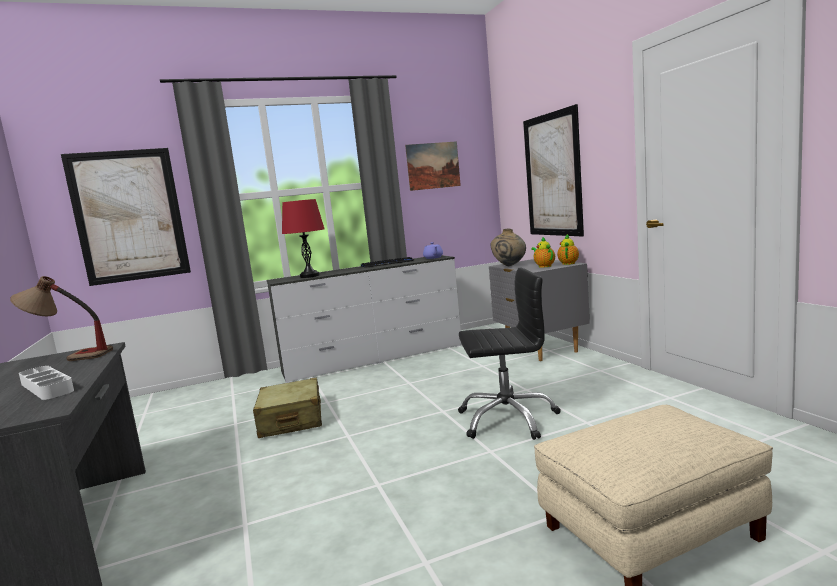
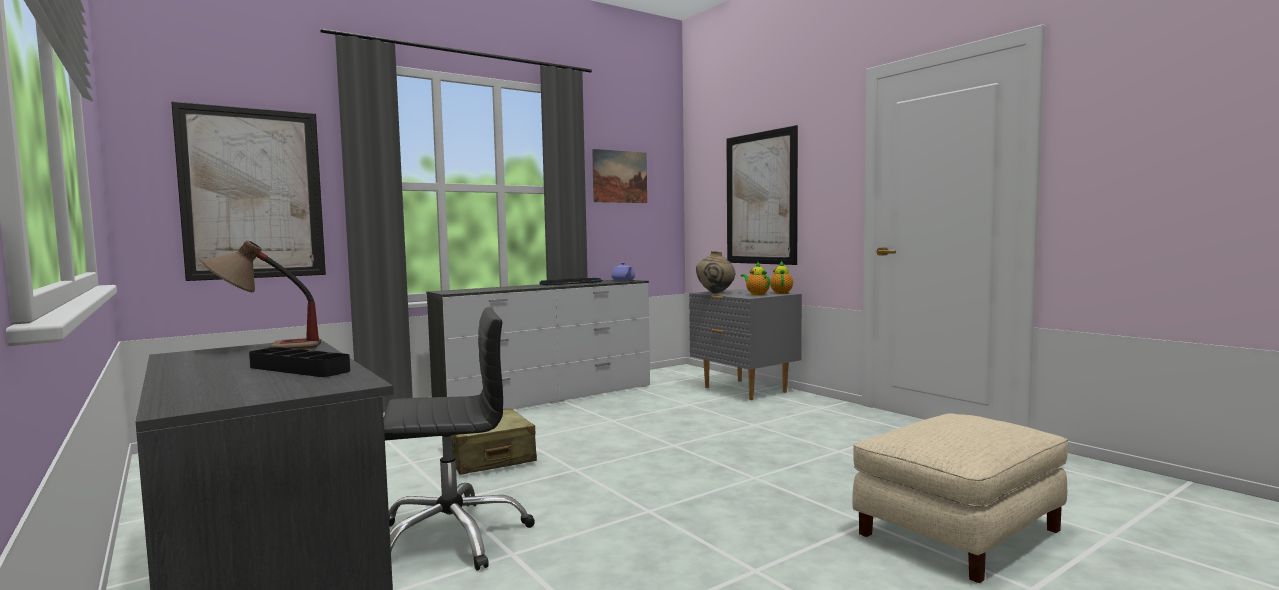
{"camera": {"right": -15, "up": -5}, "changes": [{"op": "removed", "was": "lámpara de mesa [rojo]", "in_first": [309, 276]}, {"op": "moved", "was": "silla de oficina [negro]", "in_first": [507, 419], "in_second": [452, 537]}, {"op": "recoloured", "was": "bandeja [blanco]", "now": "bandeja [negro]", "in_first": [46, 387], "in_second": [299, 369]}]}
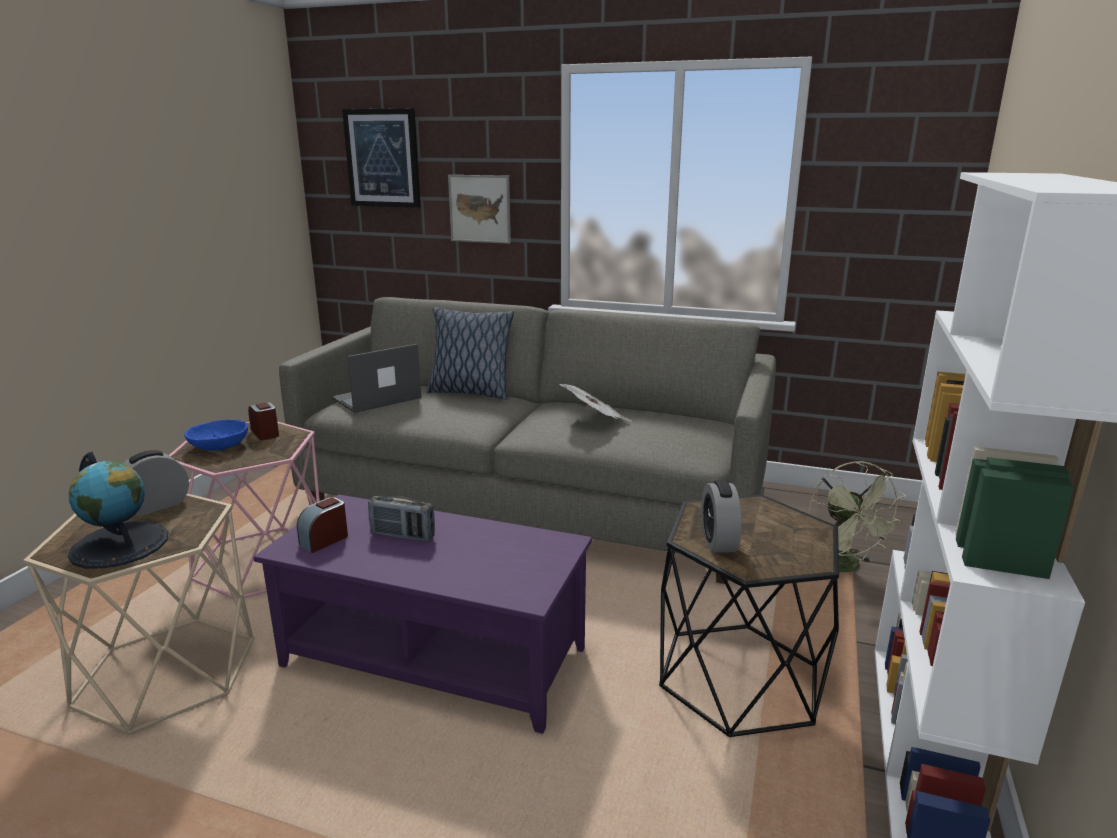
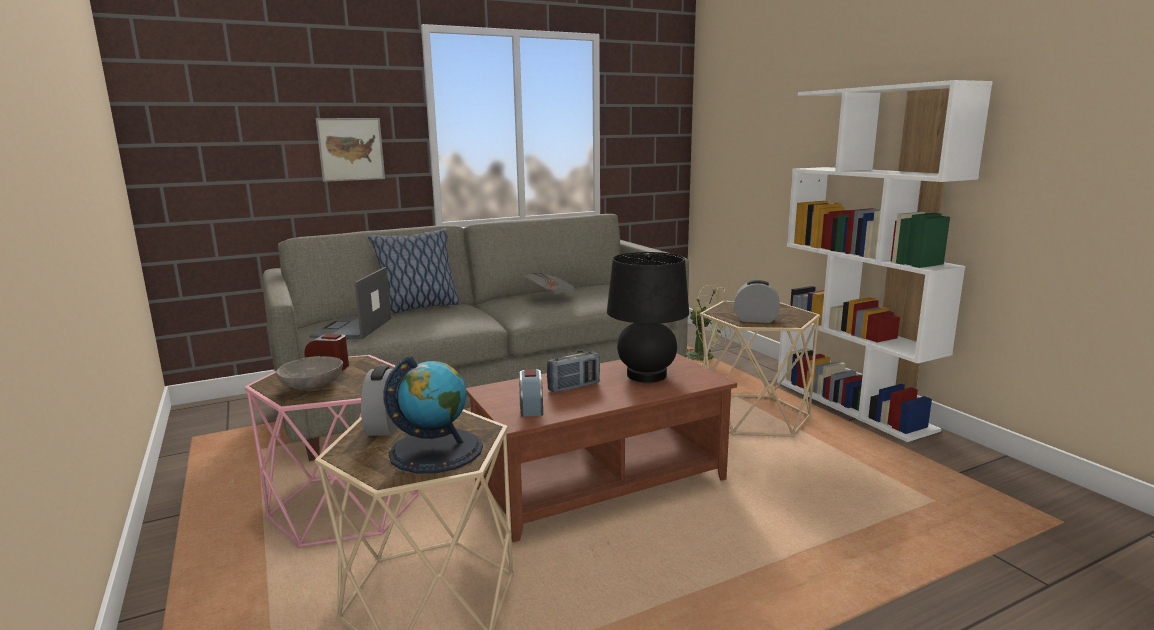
{"camera": {"right": -45, "up": -5}, "changes": [{"op": "removed", "was": "cuadro", "in_first": [382, 158]}, {"op": "added", "now": "lámpara de mesa [negro]", "in_second": [646, 375]}, {"op": "recoloured", "was": "cuenco [azul]", "now": "cuenco [gris]", "in_first": [220, 446], "in_second": [312, 385]}, {"op": "recoloured", "was": "mesa de centro [morado]", "now": "mesa de centro [marrón]", "in_first": [436, 656], "in_second": [601, 483]}, {"op": "recoloured", "was": "mesa auxiliar [negro]", "now": "mesa auxiliar [beis]", "in_first": [738, 678], "in_second": [752, 416]}, {"op": "turned", "was": "despertador", "in_first": [718, 541], "in_second": [755, 320], "clockwise": 150}]}
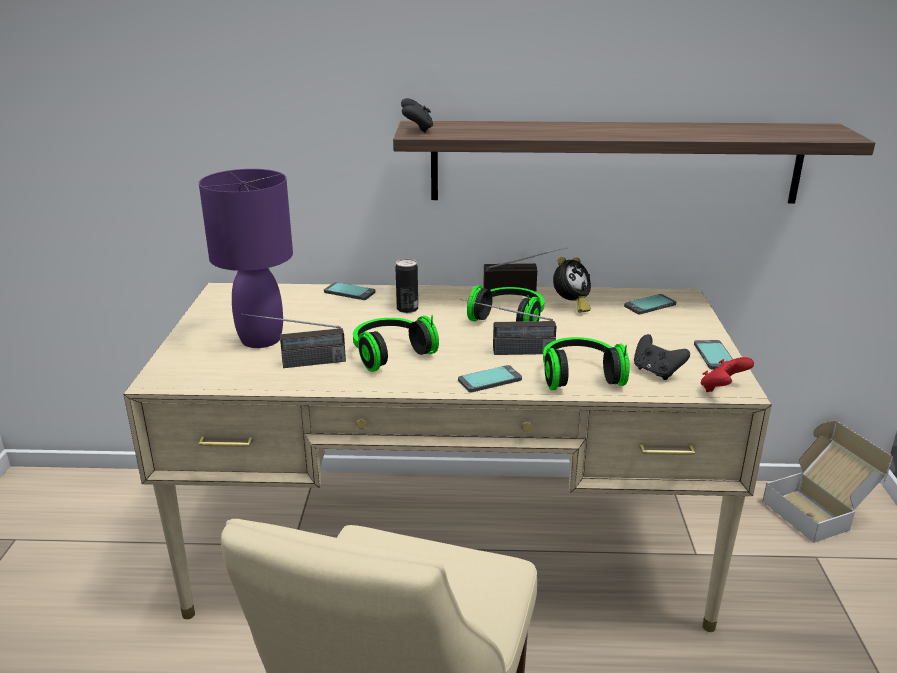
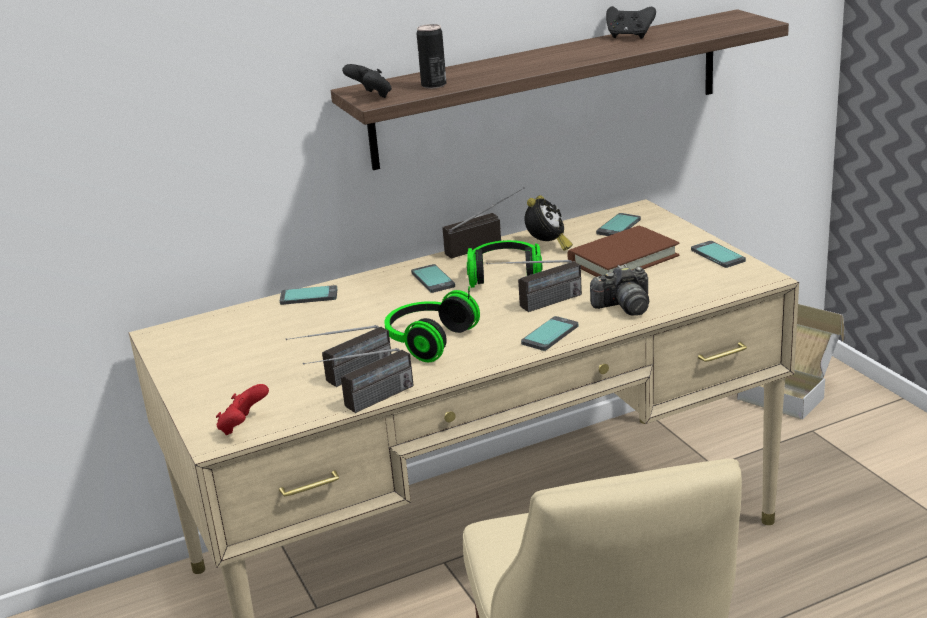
{"camera": {"right": -25, "up": 0}, "changes": [{"op": "removed", "was": "lámpara de mesa [morado]", "in_first": [261, 339]}, {"op": "added", "now": "radio", "in_second": [364, 404]}, {"op": "added", "now": "móvil", "in_second": [433, 279]}, {"op": "added", "now": "libro [marrón]", "in_second": [623, 259]}, {"op": "moved", "was": "lata", "in_first": [407, 309], "in_second": [434, 85]}, {"op": "moved", "was": "mando de consola [negro]", "in_first": [656, 372], "in_second": [629, 36]}, {"op": "moved", "was": "mando de consola [rojo]", "in_first": [722, 389], "in_second": [243, 426]}, {"op": "replaced", "was": "auriculares", "now": "cámara", "in_first": [579, 376], "in_second": [624, 306]}]}
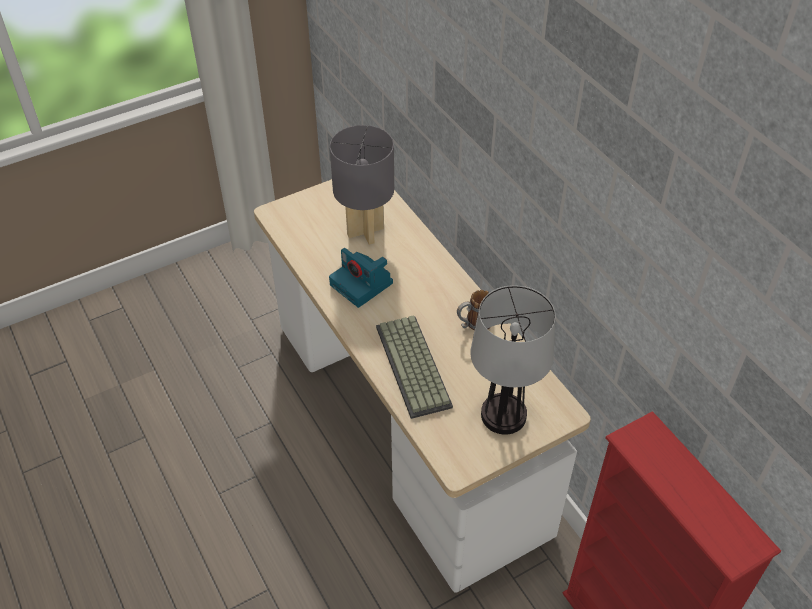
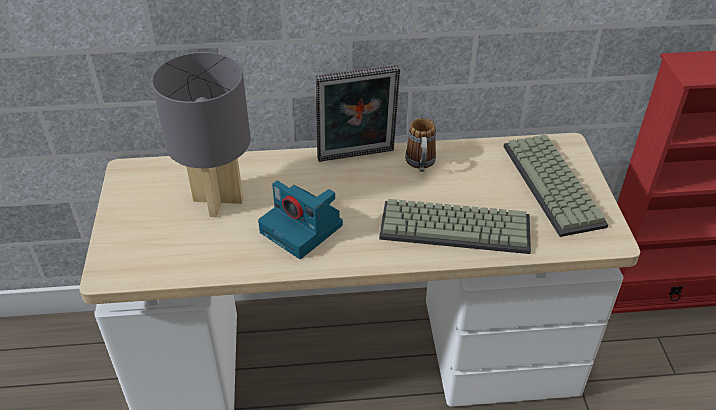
{"camera": {"right": -65, "up": -5}, "changes": [{"op": "added", "now": "portarretratos", "in_second": [356, 157]}, {"op": "replaced", "was": "lámpara de mesa", "now": "teclado", "in_first": [503, 416], "in_second": [555, 185]}, {"op": "turned", "was": "cámara", "in_first": [362, 284], "in_second": [303, 229], "clockwise": 60}]}
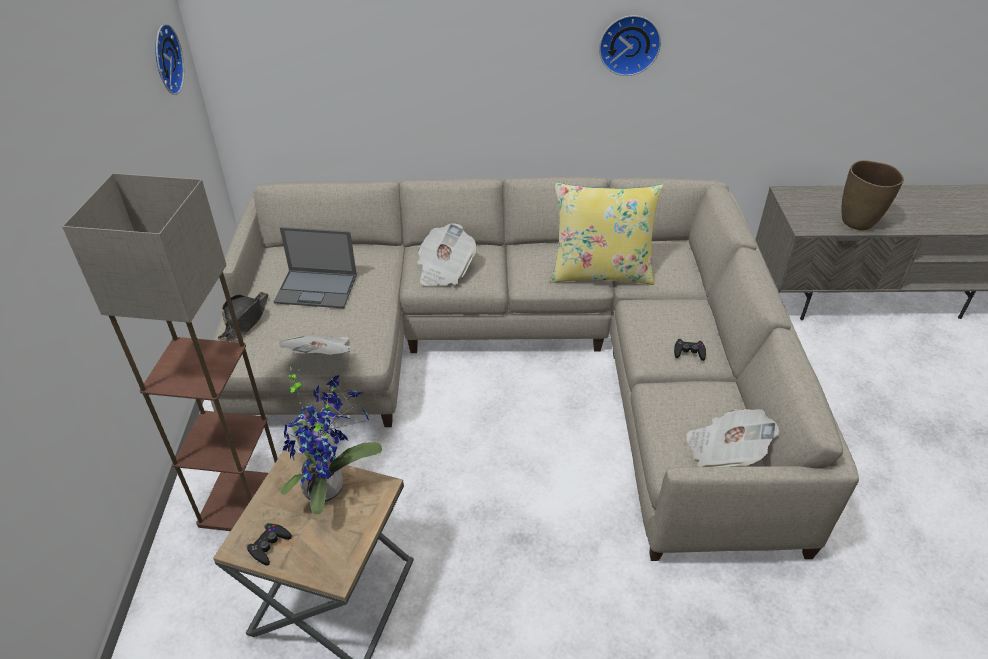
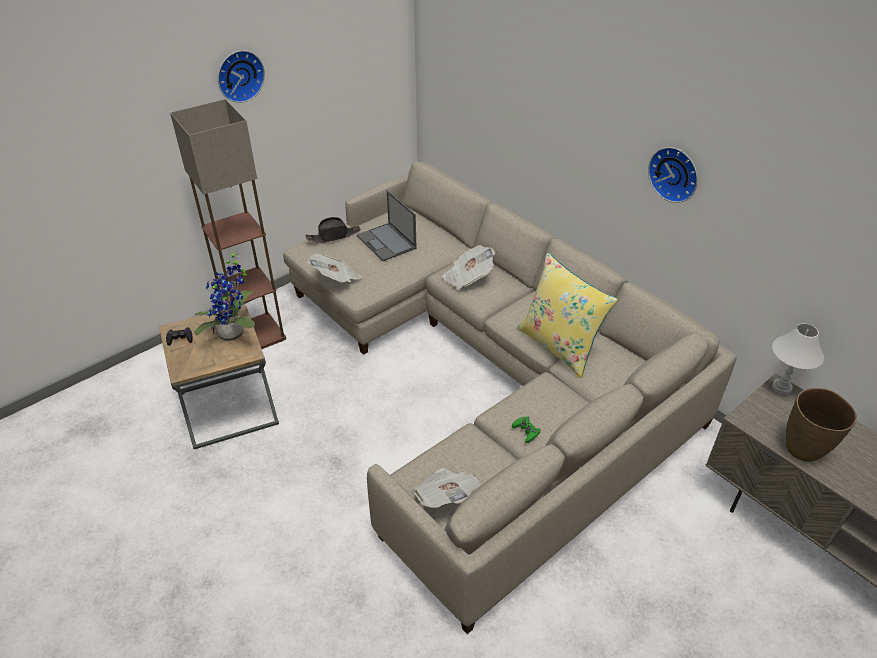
{"camera": {"right": 50, "up": 0}, "changes": [{"op": "added", "now": "lámpara de mesa [blanco]", "in_second": [781, 388]}, {"op": "moved", "was": "reloj de pared", "in_first": [164, 59], "in_second": [239, 75]}, {"op": "recoloured", "was": "mando de consola [negro]", "now": "mando de consola [verde]", "in_first": [689, 352], "in_second": [526, 431]}]}
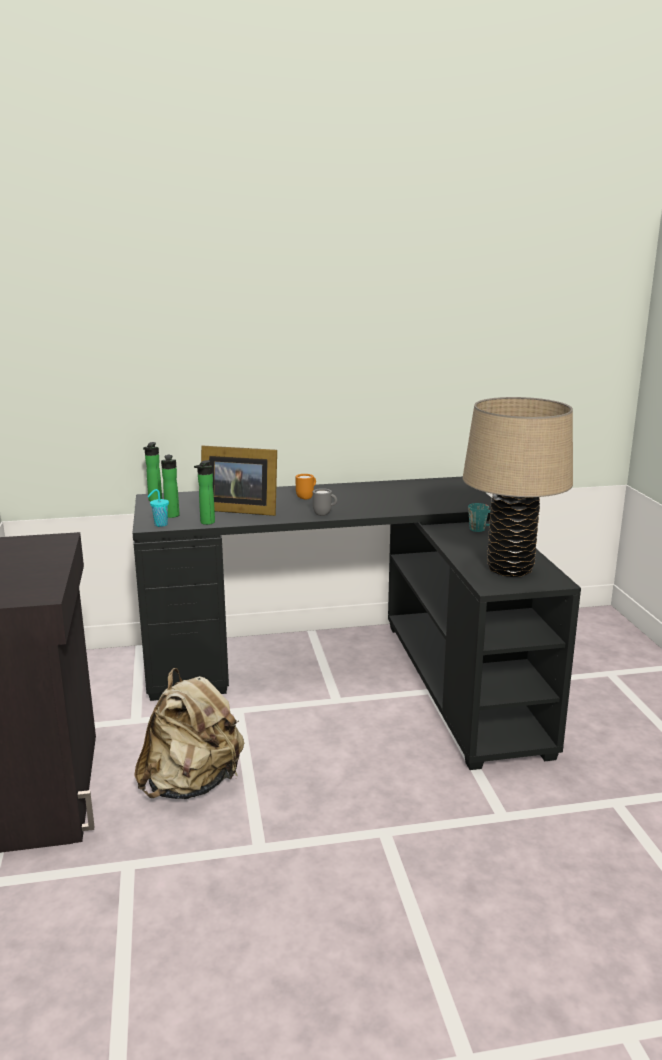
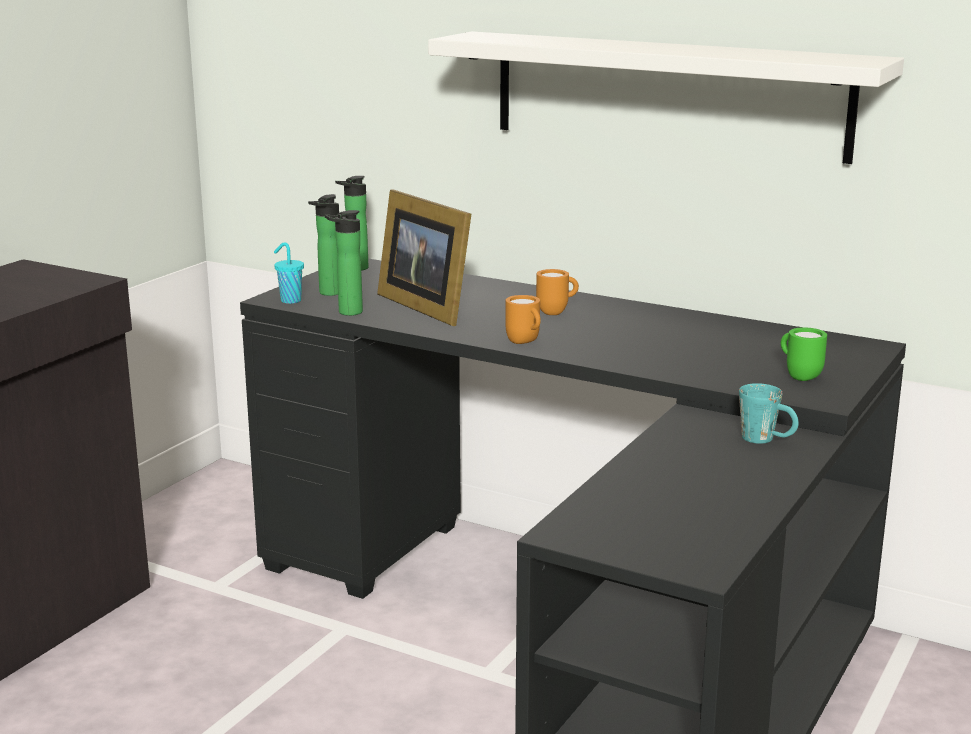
{"camera": {"right": 40, "up": 0}, "changes": [{"op": "removed", "was": "mochila [beis]", "in_first": [192, 784]}, {"op": "removed", "was": "lámpara de mesa [beis]", "in_first": [510, 569]}, {"op": "added", "now": "estante [blanco]", "in_second": [667, 94]}, {"op": "added", "now": "taza grande [verde]", "in_second": [799, 376]}, {"op": "recoloured", "was": "taza grande [gris]", "now": "taza grande [naranja]", "in_first": [325, 514], "in_second": [525, 343]}]}
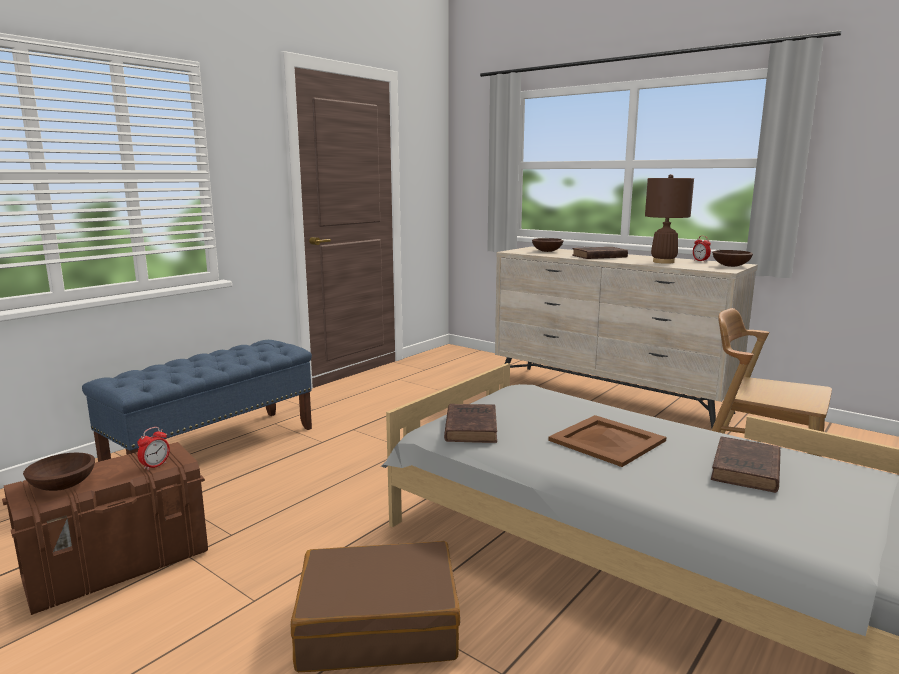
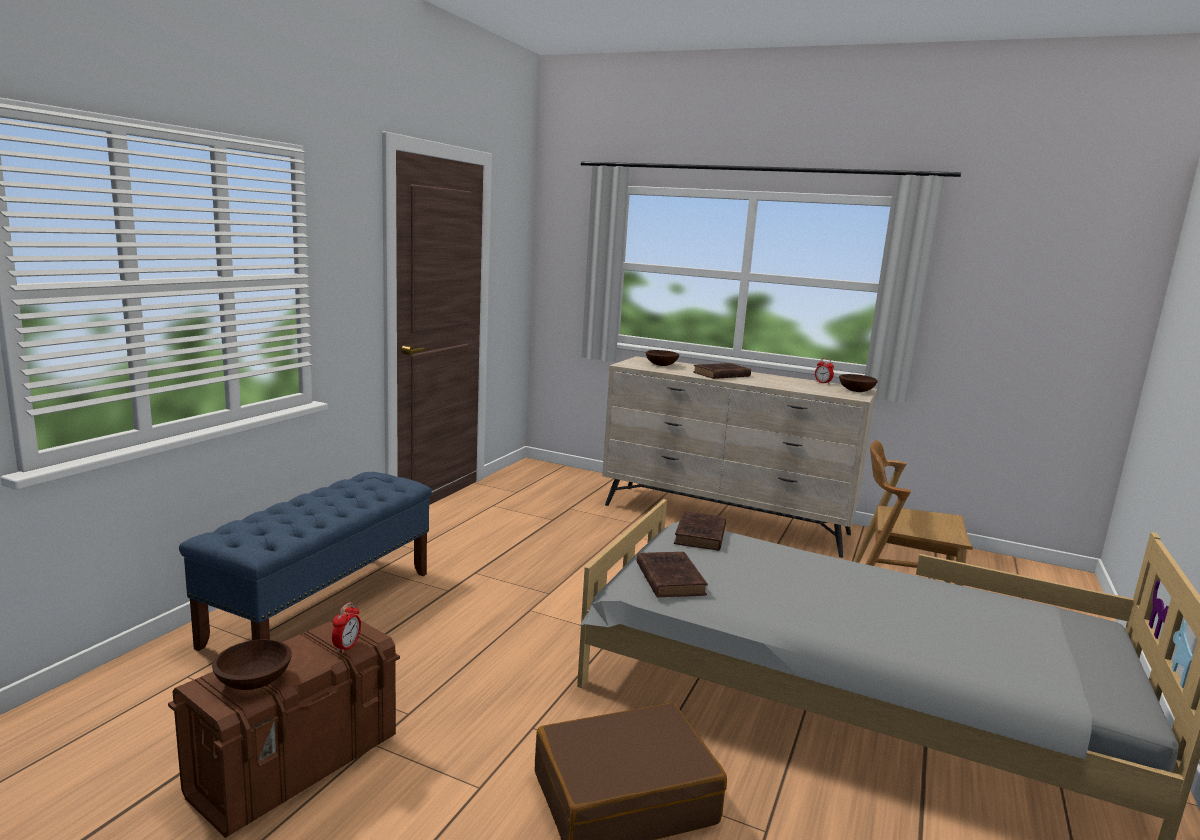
{"camera": {"right": -15, "up": 0}, "changes": [{"op": "removed", "was": "bandeja [marrón]", "in_first": [606, 440]}, {"op": "removed", "was": "lámpara de mesa [marrón]", "in_first": [663, 262]}, {"op": "moved", "was": "libro [marrón]", "in_first": [745, 470], "in_second": [700, 536]}]}
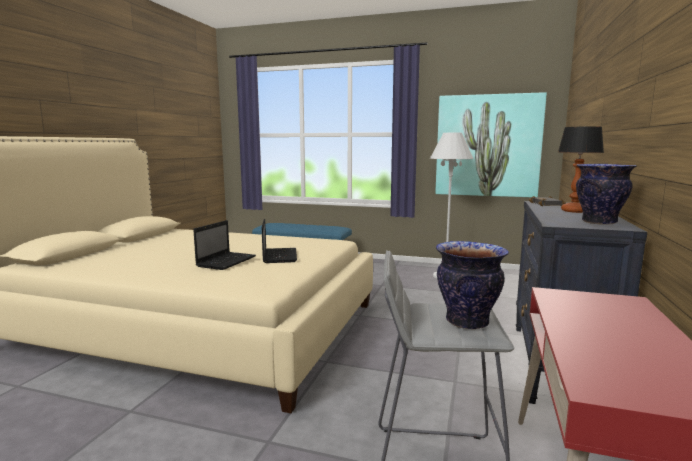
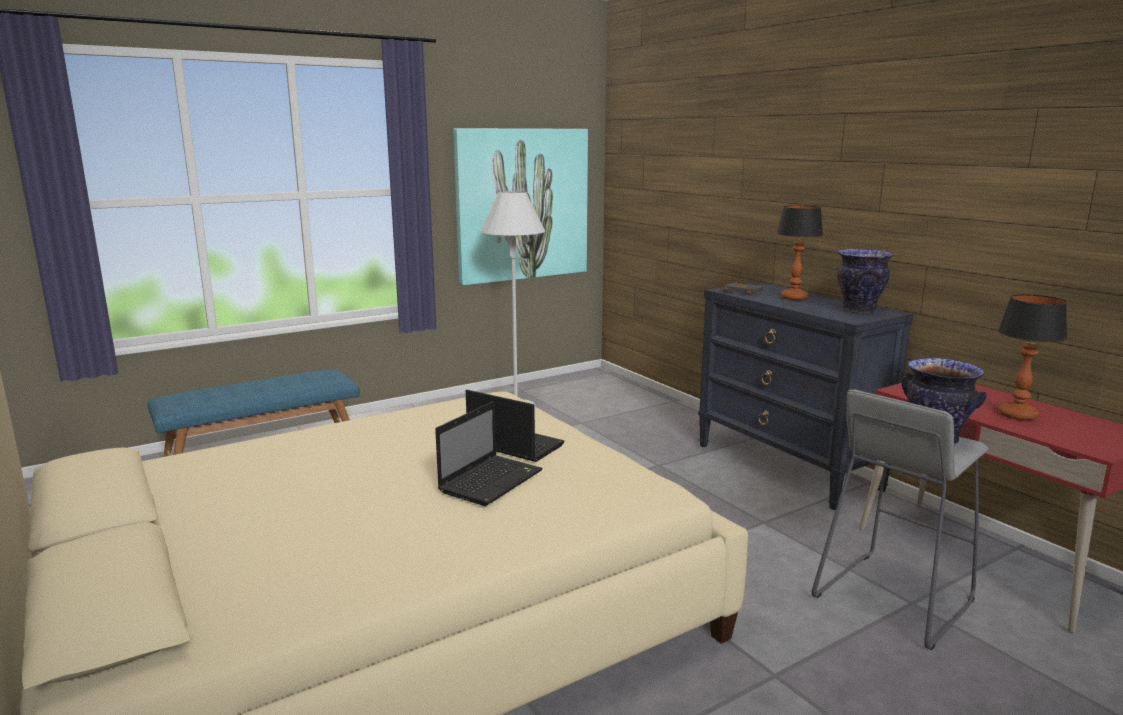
{"camera": {"right": -50, "up": 5}, "changes": [{"op": "added", "now": "lámpara de mesa", "in_second": [1017, 415]}, {"op": "turned", "was": "portátil", "in_first": [227, 261], "in_second": [491, 480], "clockwise": 60}]}
